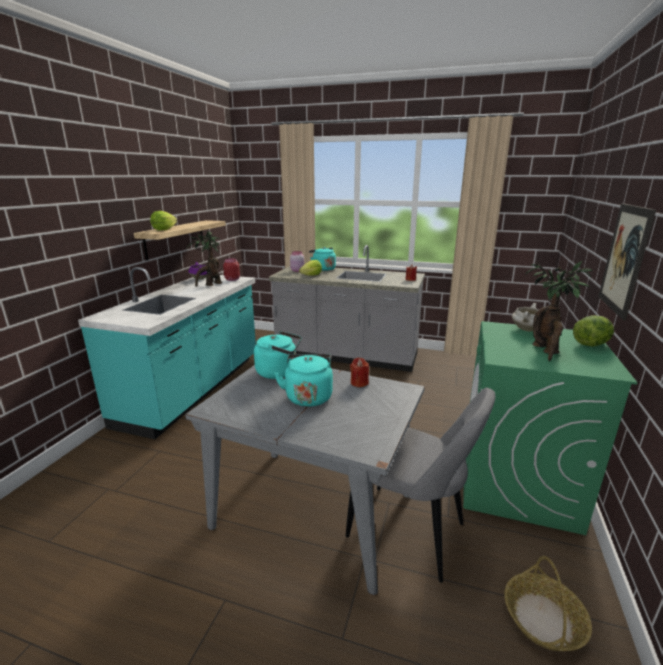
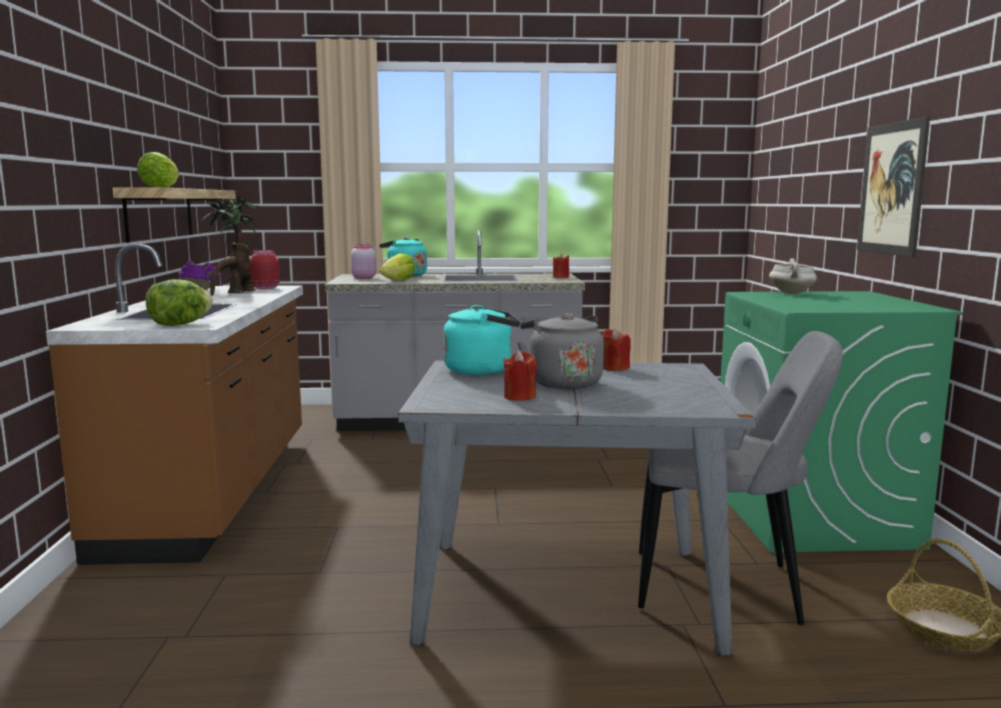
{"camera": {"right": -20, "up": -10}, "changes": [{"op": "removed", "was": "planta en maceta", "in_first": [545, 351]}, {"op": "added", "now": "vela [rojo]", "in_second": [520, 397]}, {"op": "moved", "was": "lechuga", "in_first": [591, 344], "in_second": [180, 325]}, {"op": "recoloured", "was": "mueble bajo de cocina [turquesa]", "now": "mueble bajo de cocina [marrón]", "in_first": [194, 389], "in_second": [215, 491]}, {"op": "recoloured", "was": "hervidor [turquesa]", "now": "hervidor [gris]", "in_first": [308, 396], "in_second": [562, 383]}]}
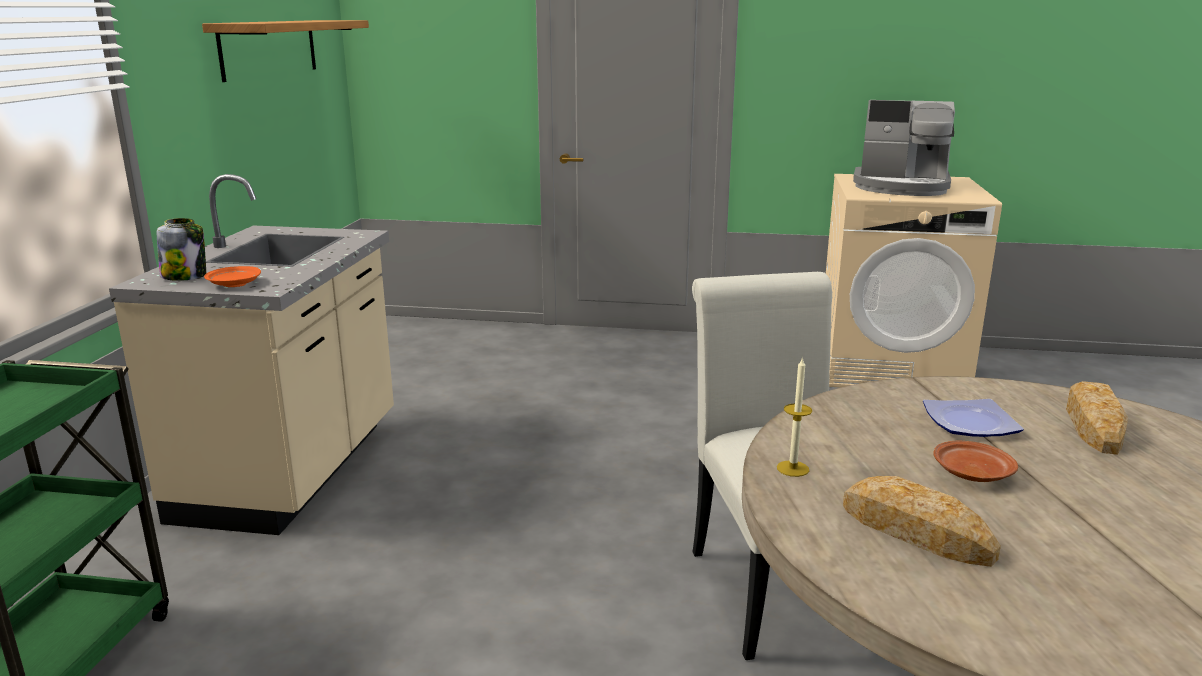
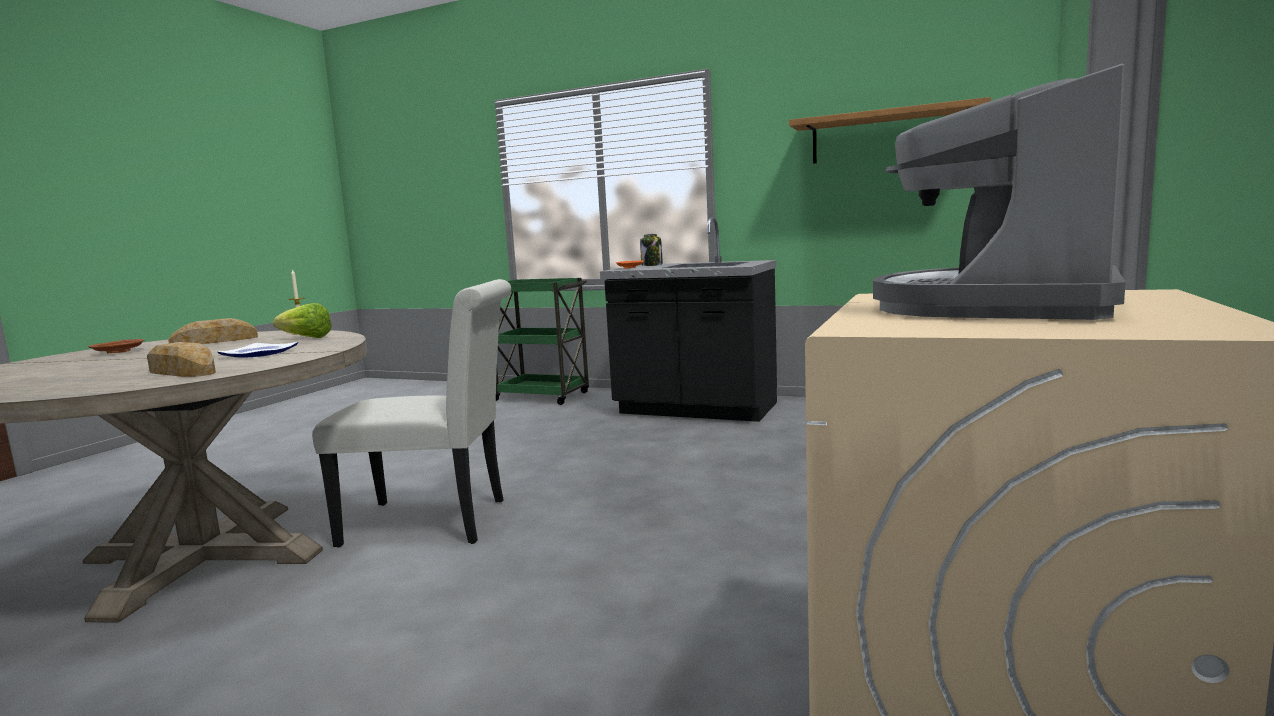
{"camera": {"right": 105, "up": -10}, "changes": [{"op": "added", "now": "lechuga", "in_second": [302, 338]}, {"op": "moved", "was": "plato [marrón]", "in_first": [971, 473], "in_second": [119, 352]}, {"op": "recoloured", "was": "mueble bajo de cocina [beis]", "now": "mueble bajo de cocina [negro]", "in_first": [293, 471], "in_second": [695, 410]}]}
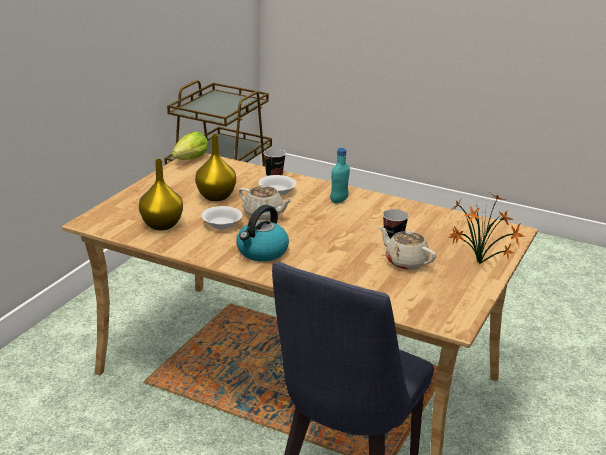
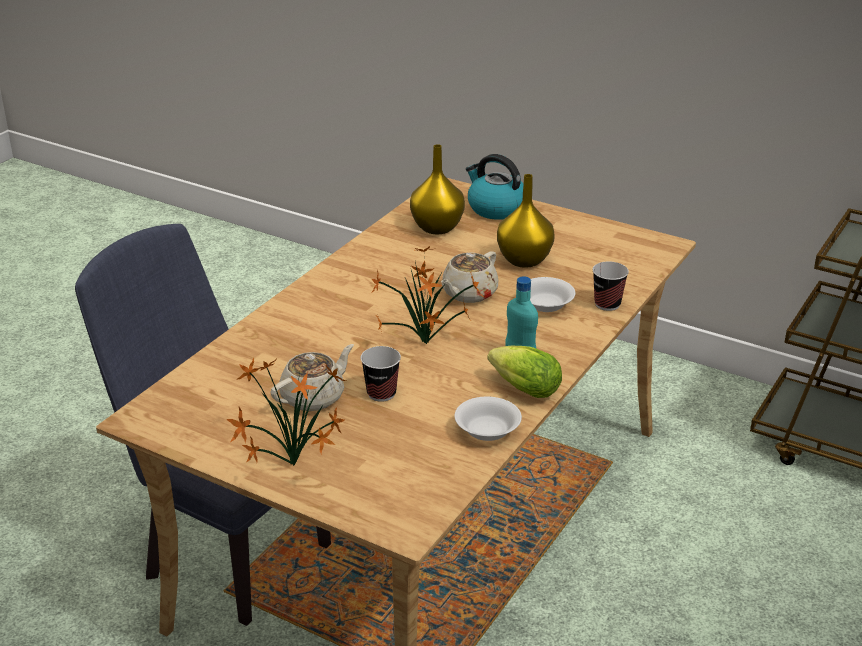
{"camera": {"right": 95, "up": 5}, "changes": [{"op": "added", "now": "planta en maceta", "in_second": [429, 344]}, {"op": "moved", "was": "lechuga", "in_first": [189, 160], "in_second": [521, 388]}, {"op": "moved", "was": "cuenco [blanco]", "in_first": [222, 225], "in_second": [486, 431]}, {"op": "moved", "was": "hervidor", "in_first": [261, 252], "in_second": [496, 208]}]}
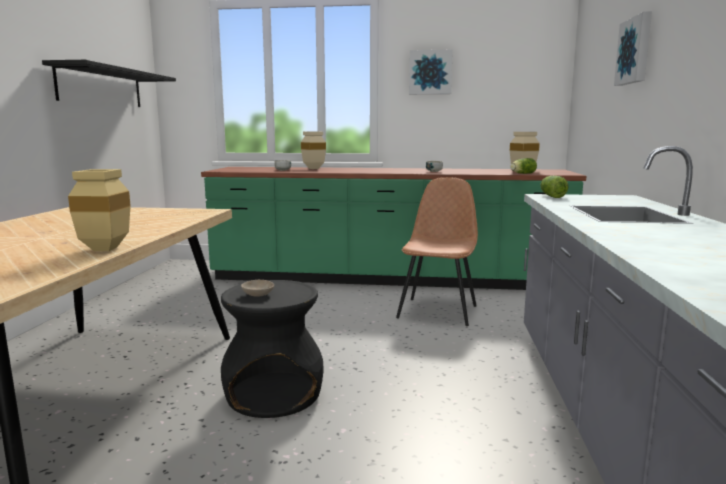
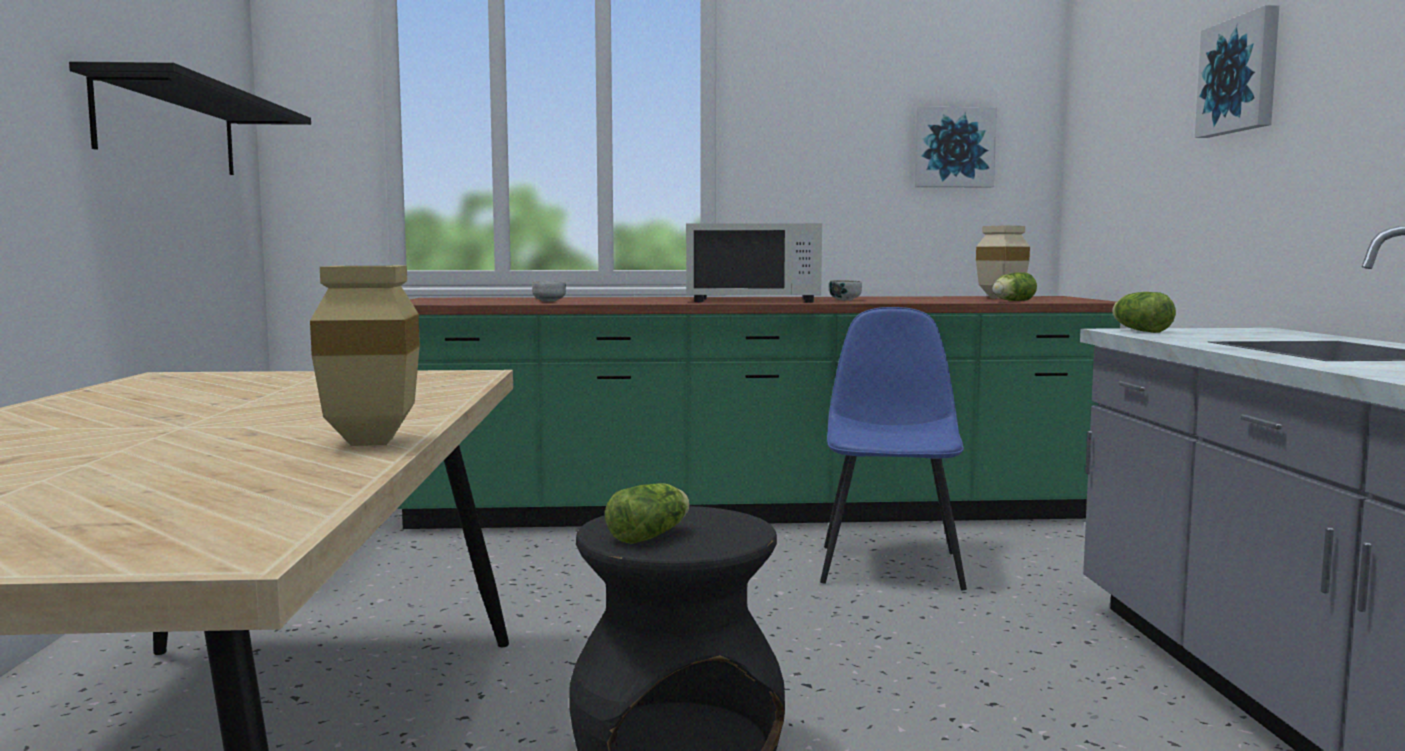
{"camera": {"right": -10, "up": -5}, "changes": [{"op": "removed", "was": "florero [beis]", "in_first": [312, 168]}, {"op": "added", "now": "microondas [blanco]", "in_second": [754, 300]}, {"op": "moved", "was": "cuadro", "in_first": [430, 72], "in_second": [954, 148]}, {"op": "replaced", "was": "cuenco [beis]", "now": "lechuga", "in_first": [257, 294], "in_second": [652, 535]}, {"op": "recoloured", "was": "silla [marrón]", "now": "silla [azul]", "in_first": [438, 311], "in_second": [890, 566]}]}
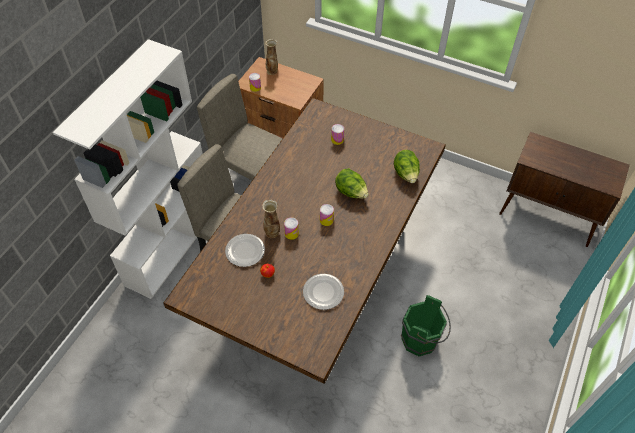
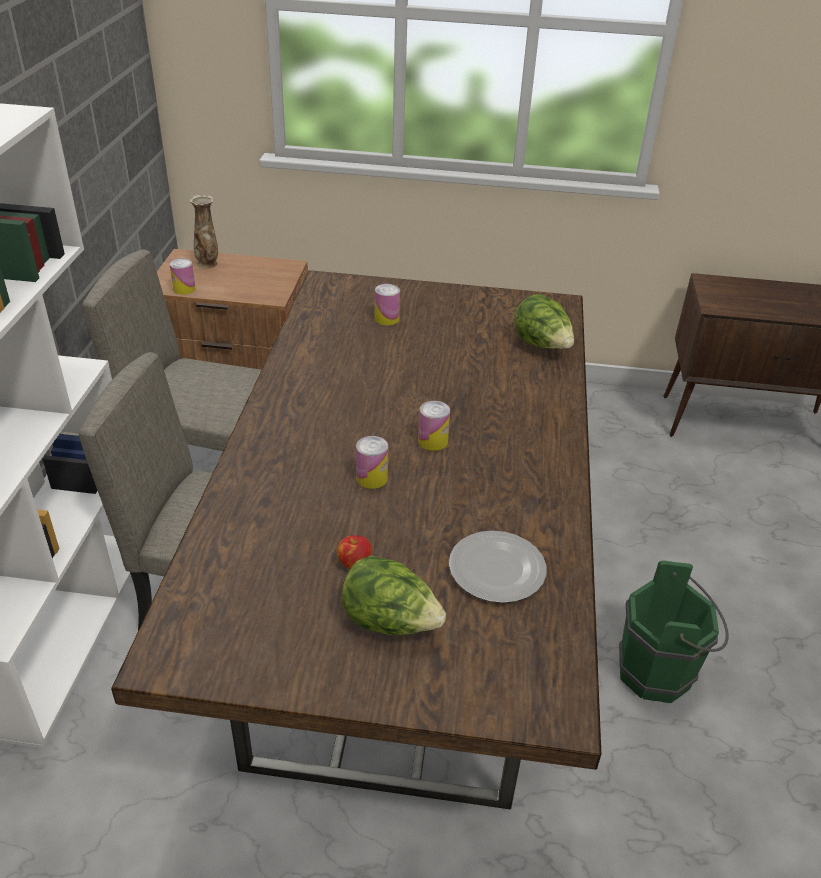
{"camera": {"right": -20, "up": -15}, "changes": [{"op": "removed", "was": "plato", "in_first": [245, 251]}, {"op": "removed", "was": "florero", "in_first": [272, 233]}, {"op": "moved", "was": "lechuga", "in_first": [351, 192], "in_second": [390, 622]}]}
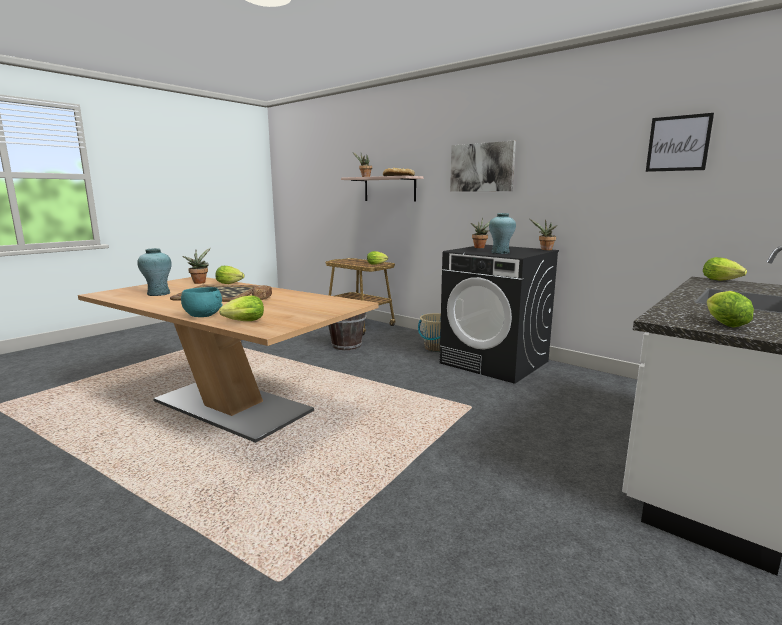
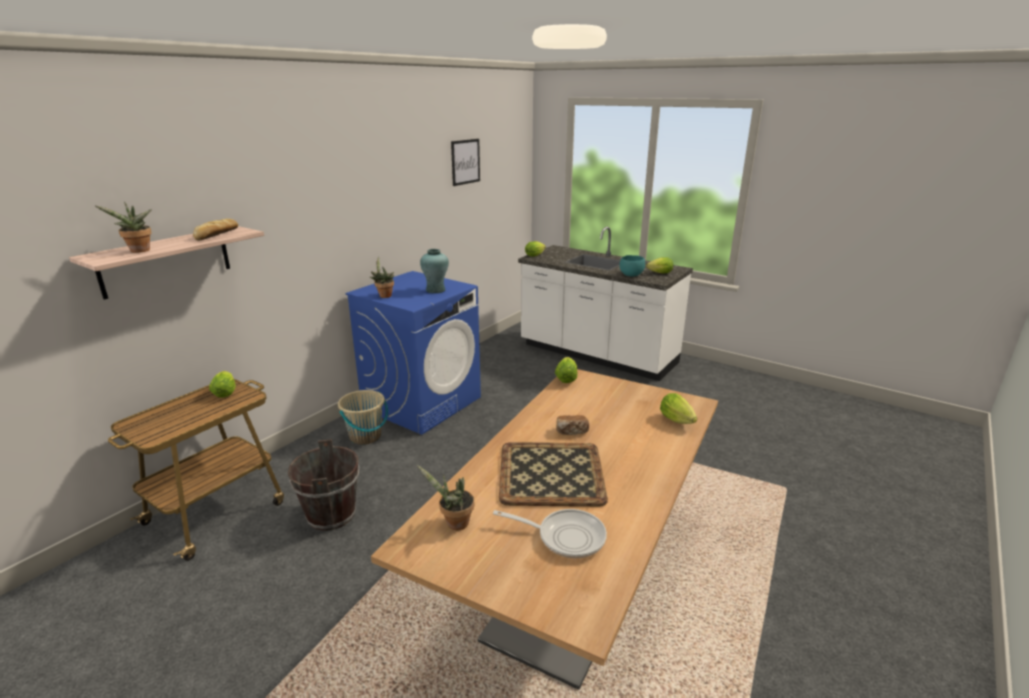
{"camera": {"right": -95, "up": 10}, "changes": [{"op": "removed", "was": "cuadro", "in_first": [482, 167]}, {"op": "removed", "was": "planta en maceta", "in_first": [545, 249]}, {"op": "moved", "was": "cuenco [turquesa]", "in_first": [202, 316], "in_second": [631, 275]}, {"op": "moved", "was": "lechuga", "in_first": [231, 284], "in_second": [566, 378]}, {"op": "replaced", "was": "florero [turquesa]", "now": "sartén", "in_first": [158, 293], "in_second": [565, 537]}, {"op": "recoloured", "was": "lavadora [negro]", "now": "lavadora [azul]", "in_first": [495, 362], "in_second": [422, 403]}]}
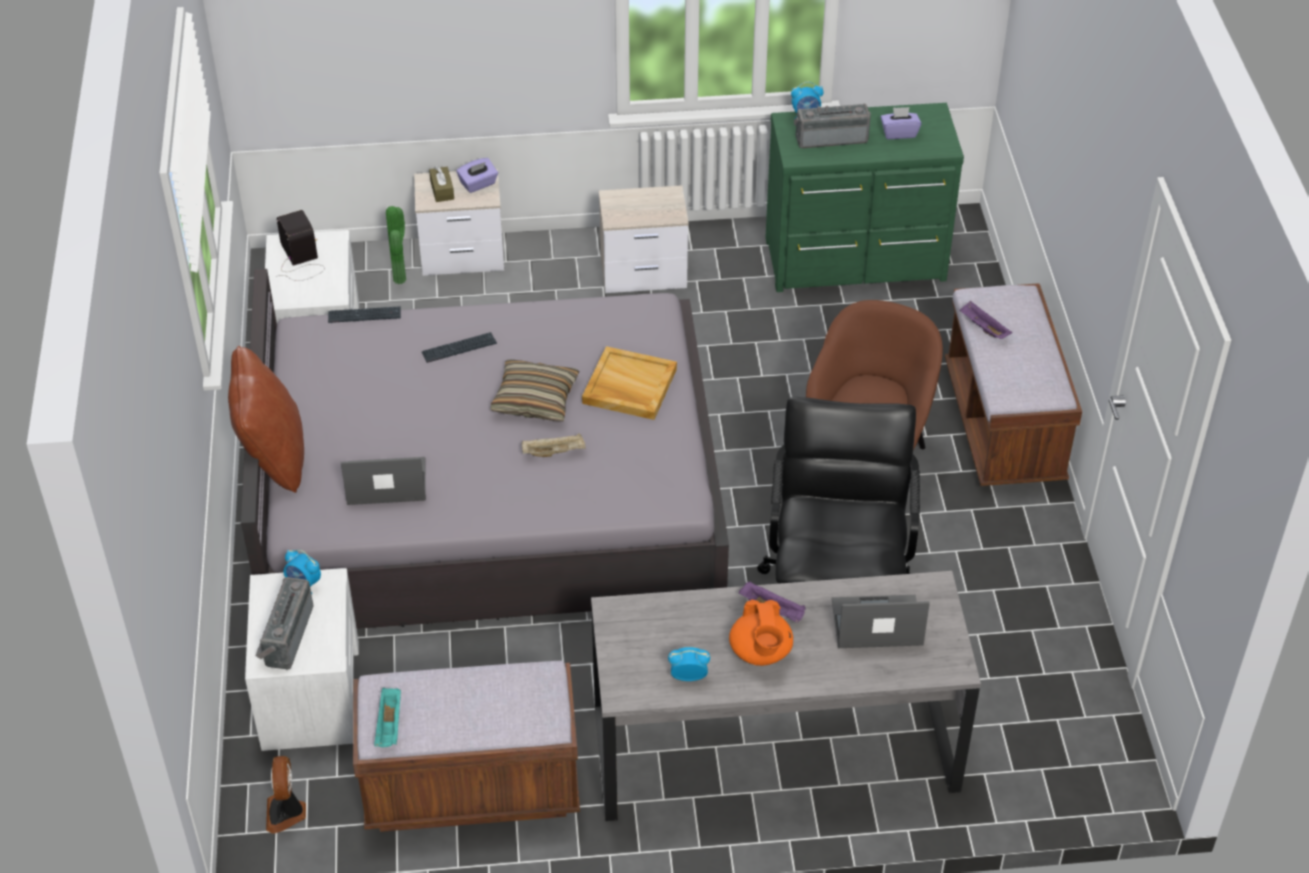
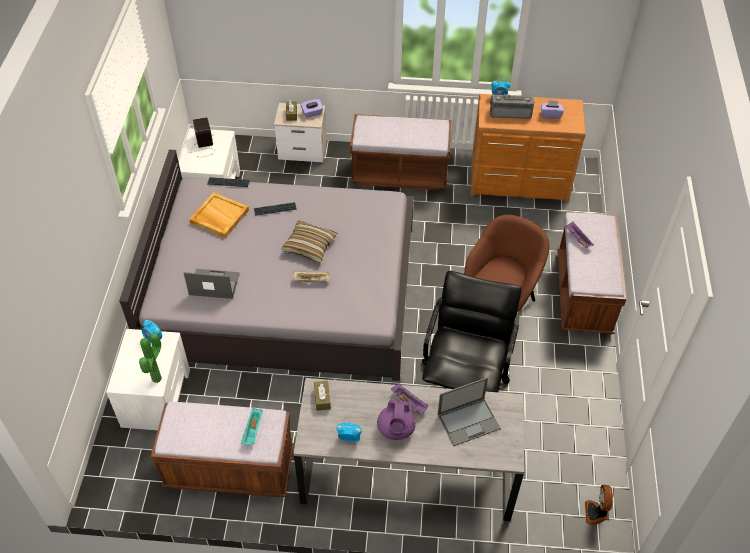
{"camera": {"right": 10, "up": 5}, "changes": [{"op": "removed", "was": "cojín [marrón]", "in_first": [273, 457]}, {"op": "removed", "was": "radio", "in_first": [285, 635]}, {"op": "added", "now": "caja de pañuelos [marrón]", "in_second": [322, 398]}, {"op": "moved", "was": "ventilador", "in_first": [286, 813], "in_second": [597, 513]}, {"op": "moved", "was": "bandeja [turquesa]", "in_first": [389, 726], "in_second": [253, 431]}, {"op": "moved", "was": "planta en maceta", "in_first": [402, 279], "in_second": [158, 379]}, {"op": "moved", "was": "bandeja [beis]", "in_first": [628, 386], "in_second": [219, 216]}, {"op": "replaced", "was": "mesita de noche", "now": "banco [marrón]", "in_first": [645, 273], "in_second": [399, 174]}, {"op": "recoloured", "was": "tetera [naranja]", "now": "tetera [morado]", "in_first": [760, 652], "in_second": [396, 429]}, {"op": "recoloured", "was": "cómoda [verde]", "now": "cómoda [marrón]", "in_first": [857, 262], "in_second": [520, 183]}, {"op": "turned", "was": "portátil", "in_first": [875, 623], "in_second": [469, 421], "clockwise": 150}]}
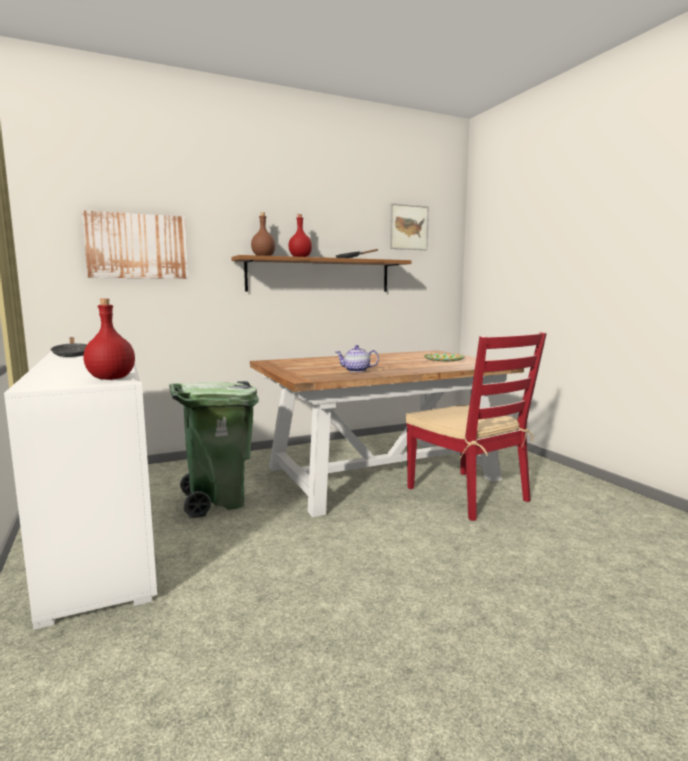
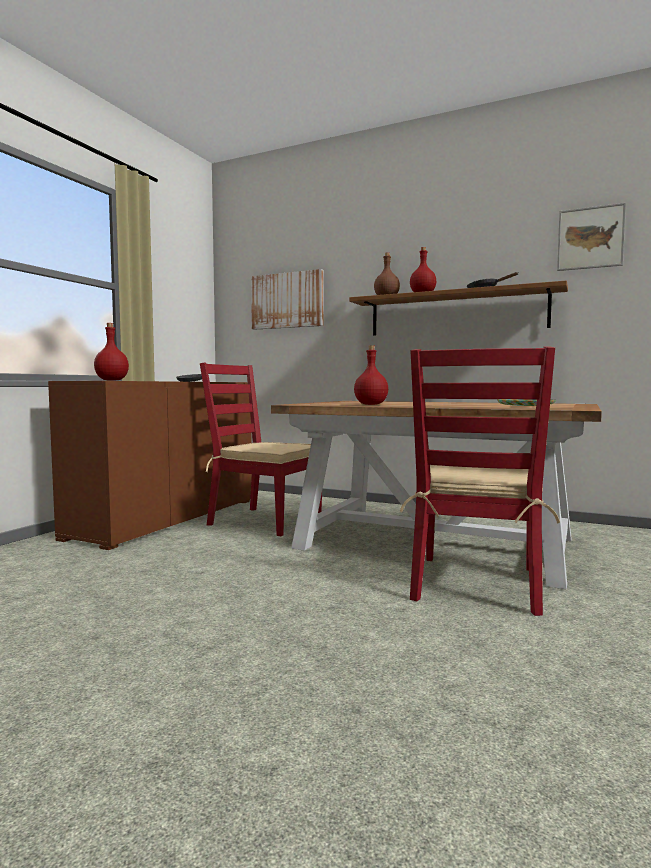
{"camera": {"right": 50, "up": -5}, "changes": [{"op": "replaced", "was": "papelera [verde]", "now": "silla [rojo]", "in_first": [217, 501], "in_second": [264, 521]}, {"op": "replaced", "was": "tetera", "now": "botella [rojo]", "in_first": [356, 370], "in_second": [371, 404]}, {"op": "recoloured", "was": "armario [blanco]", "now": "armario [marrón]", "in_first": [102, 537], "in_second": [167, 518]}]}
